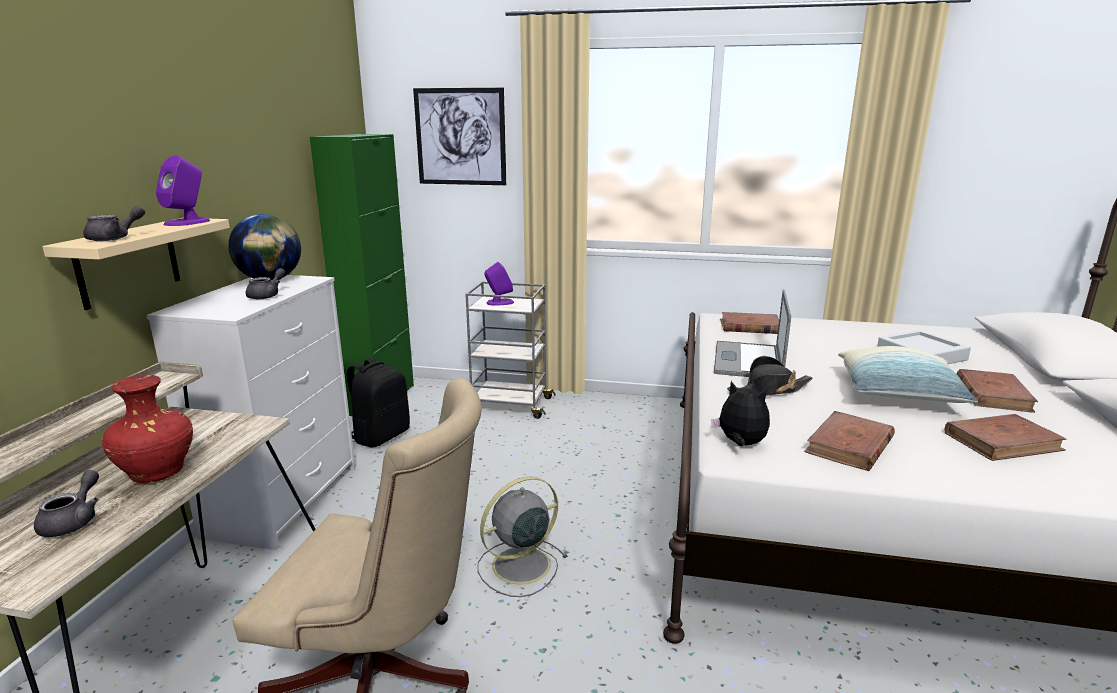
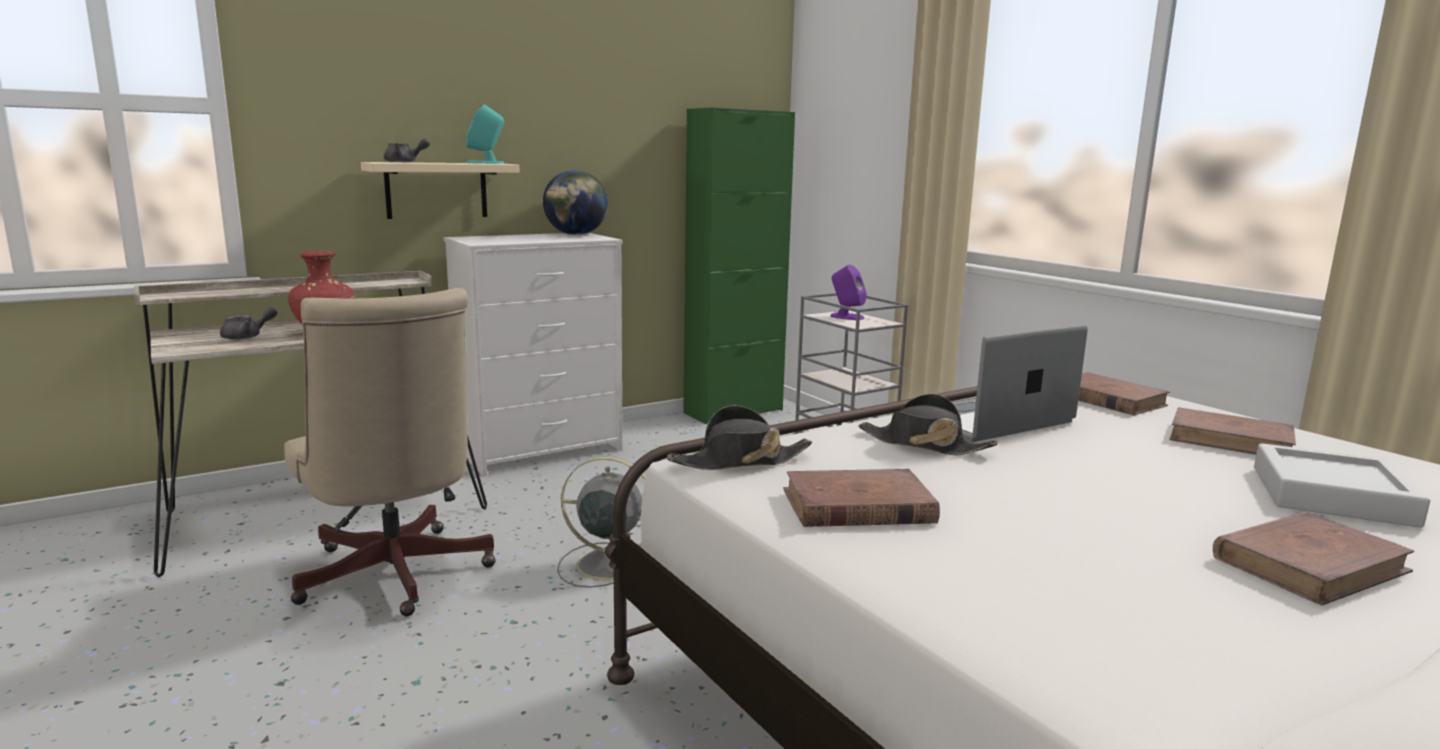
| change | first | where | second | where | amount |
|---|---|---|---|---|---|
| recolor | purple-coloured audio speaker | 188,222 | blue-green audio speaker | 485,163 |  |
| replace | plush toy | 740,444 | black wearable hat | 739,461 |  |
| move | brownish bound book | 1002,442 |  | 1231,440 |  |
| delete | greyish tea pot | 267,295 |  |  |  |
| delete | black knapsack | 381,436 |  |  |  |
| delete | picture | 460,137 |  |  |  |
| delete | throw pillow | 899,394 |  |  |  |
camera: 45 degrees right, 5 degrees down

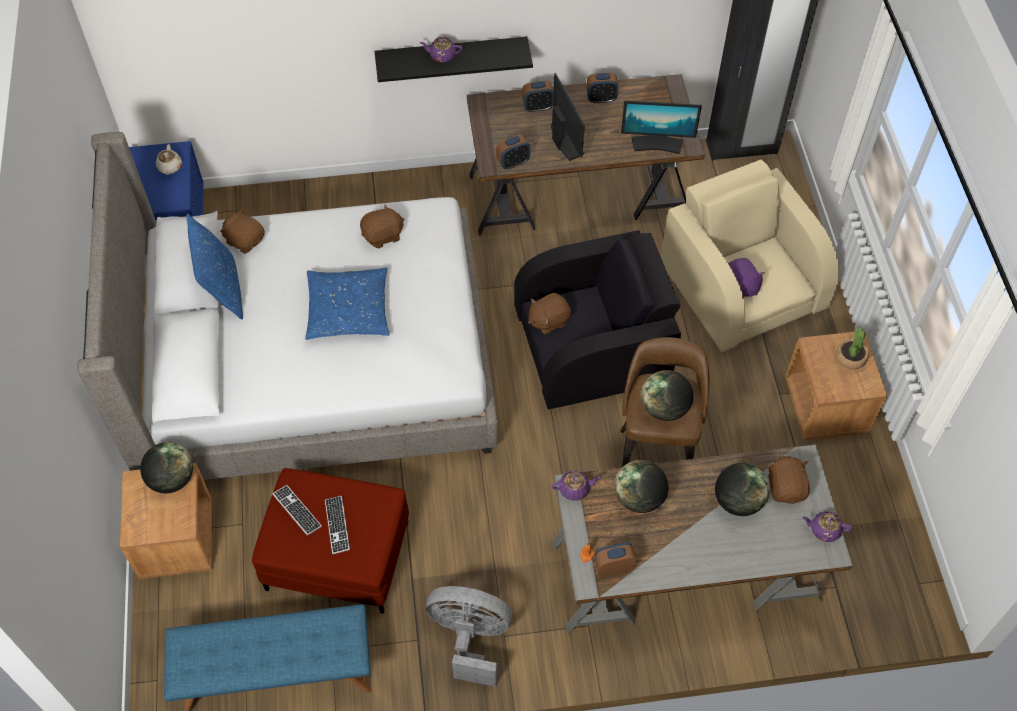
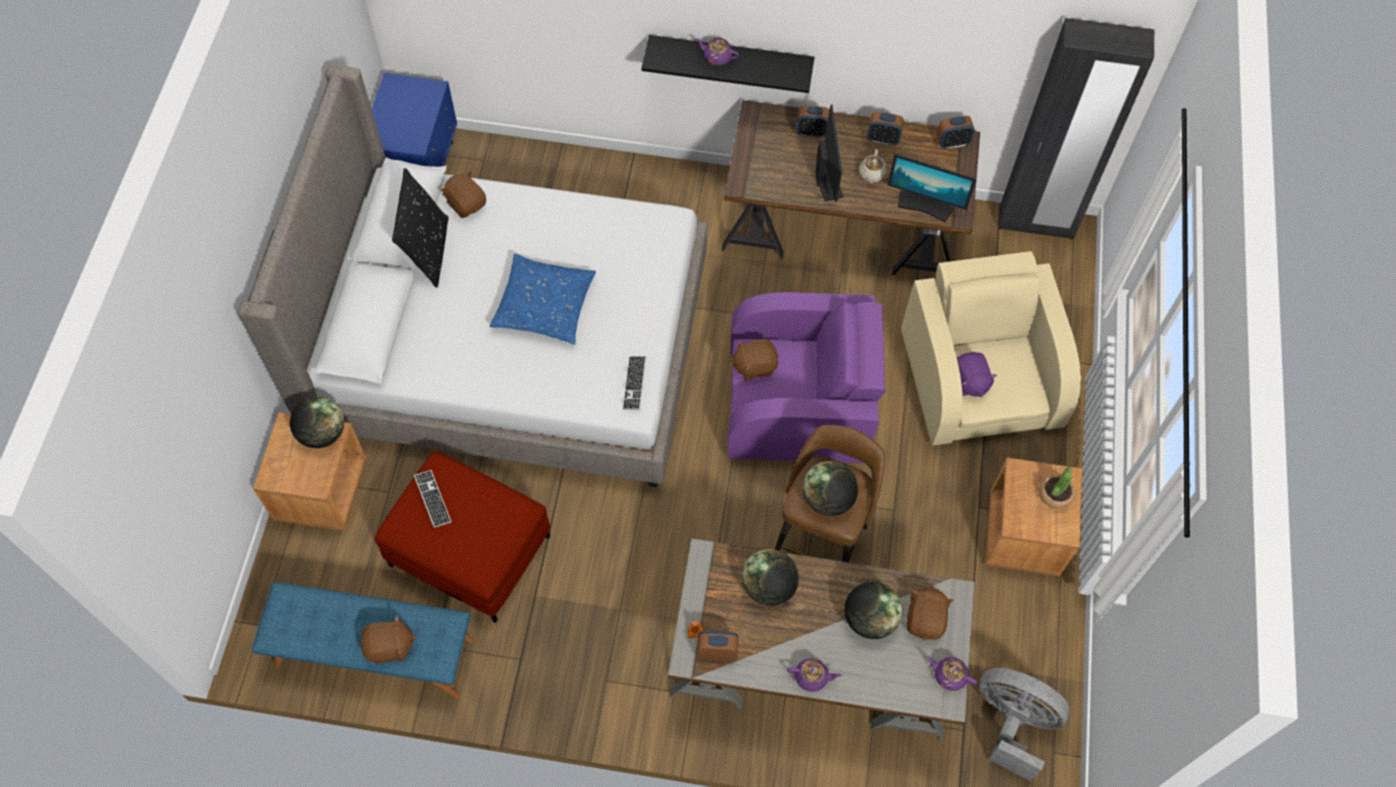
| change | first | where | second | where | amount |
|---|---|---|---|---|---|
| move | brownish plush toy | 383,236 |  | 389,647 |  |
| recolor | blue throw pillow | 222,290 | black throw pillow | 427,251 |  |
| move | PC keyboard | 337,525 |  | 634,383 |  |
| recolor | black lounge chair | 592,348 | purple-coloured lounge chair | 798,404 |  |
| move | purple-coloured tea pot | 575,489 |  | 812,677 |  |
| move | beige tea pot | 170,167 |  | 872,174 |  |
| move | bedside clock | 513,162 |  | 952,143 |  |
| move | greyish cooling fan | 470,638 |  | 1012,723 |  |
camera: 15 degrees right, 5 degrees up

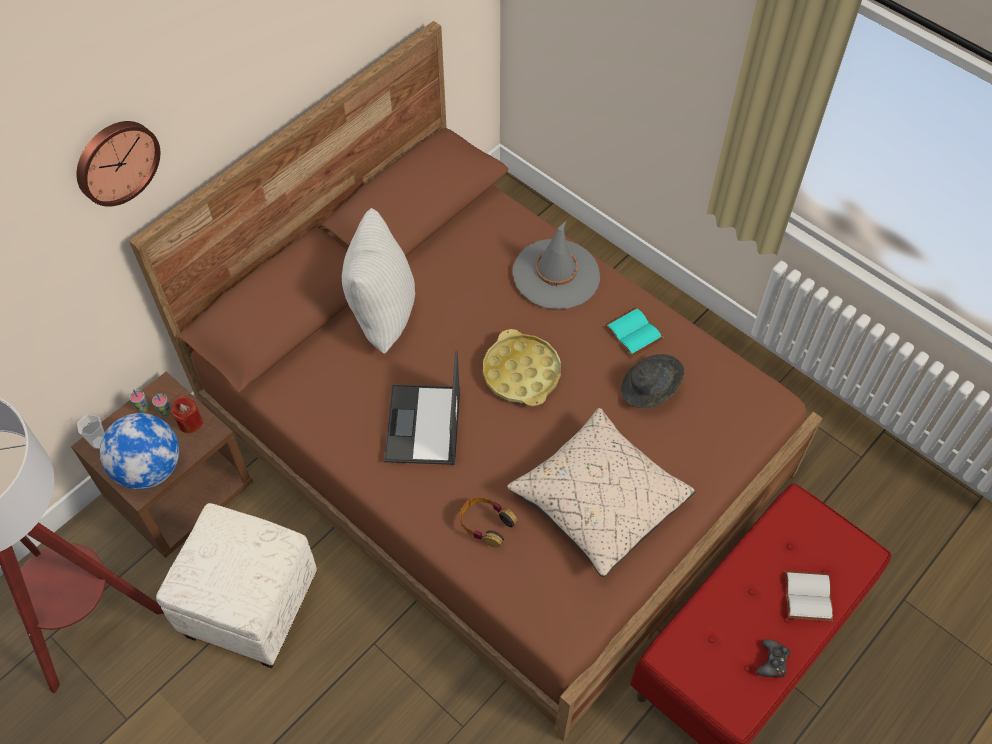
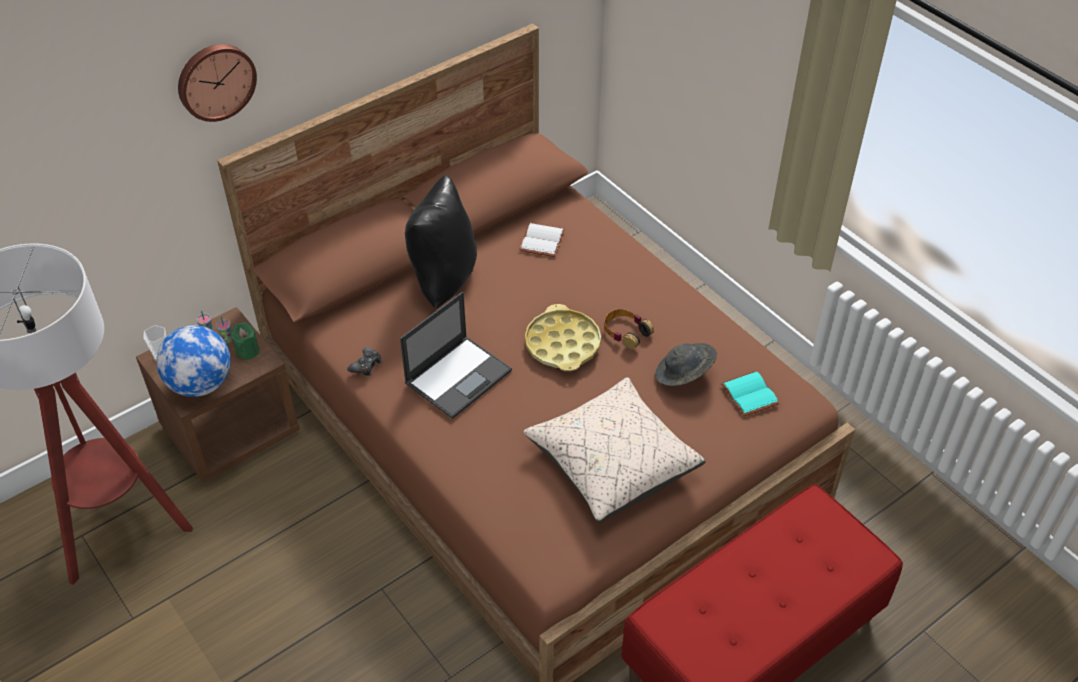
| change | first | where | second | where | amount |
|---|---|---|---|---|---|
| recolor | red wax candle | 190,422 | green-coloured wax candle | 247,351 |  |
| move | black joypad | 772,661 |  | 366,365 |  |
| rotate | notebook computer | 423,426 |  | 459,376 | 150 degrees counterclockwise |
| recolor | whitish throw pillow | 381,314 | black throw pillow | 442,279 |  |
| move | whitish bound book | 806,595 |  | 541,240 |  |
| move | headphones | 486,523 |  | 626,332 |  |
| move | blue-green bound book | 632,333 |  | 747,394 |  |
| delete | whitish footrest | 250,605 |  |  |  |
| delete | greyish wearable hat | 556,274 |  |  |  |
camera: 10 degrees right, 10 degrees down

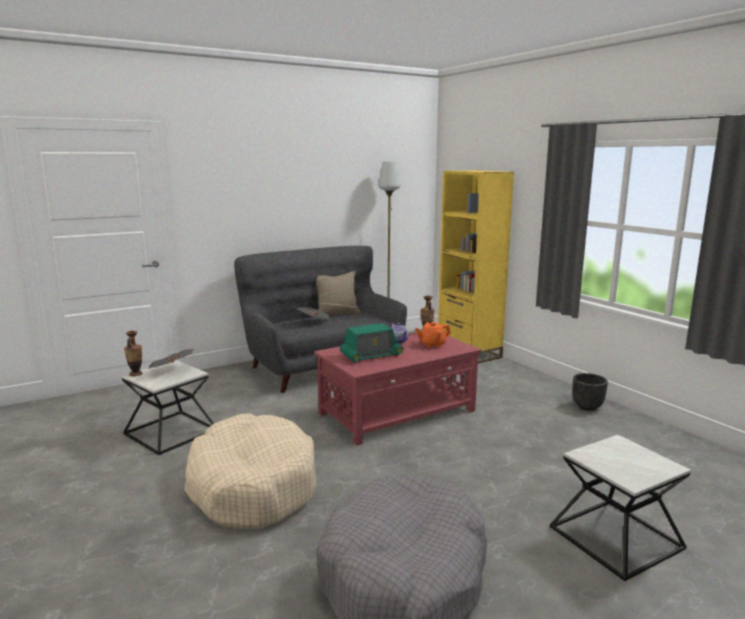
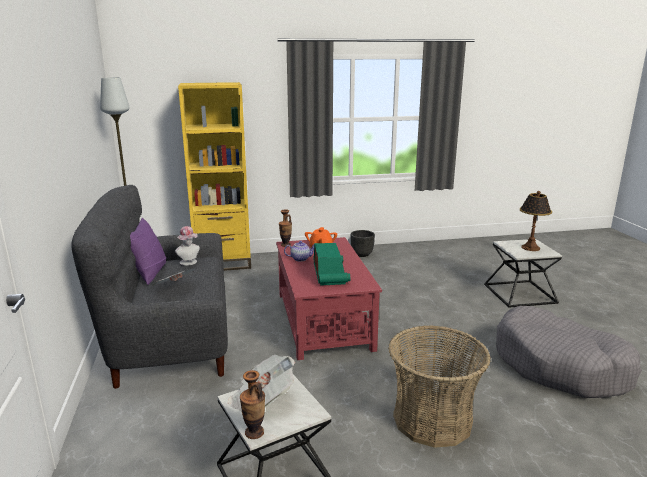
| change | first | where | second | where | amount |
|---|---|---|---|---|---|
| recolor | beige throw pillow | 337,313 | purple-coloured throw pillow | 149,273 |  |
| insert |  |  | wearable hat | 189,263 |  |
| replace | beige dog bed | 252,486 | storage basket | 432,419 |  |
| insert |  |  | table lamp | 530,247 |  |
camera: 70 degrees left, 5 degrees up

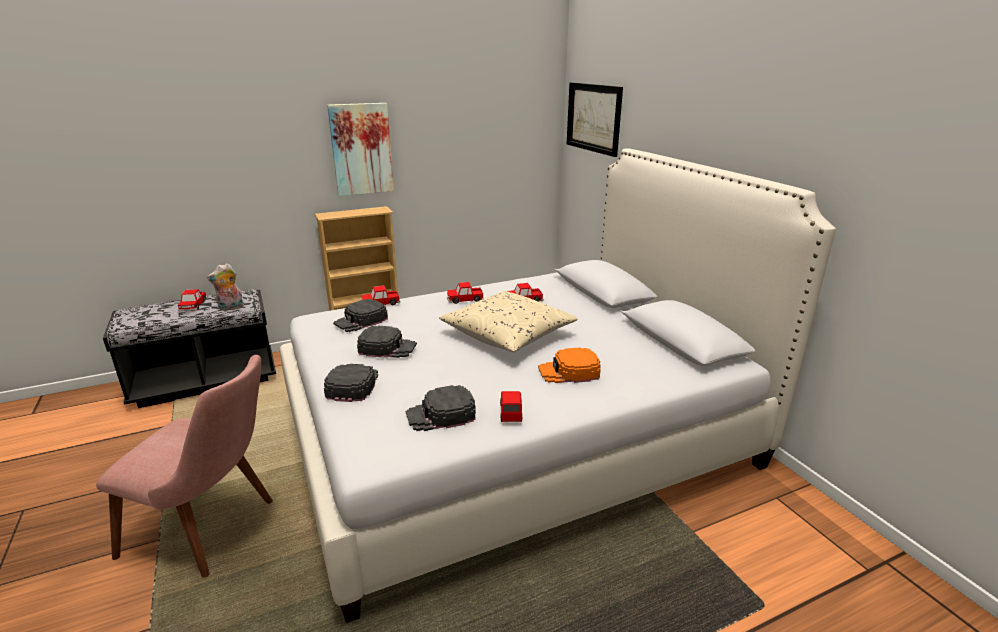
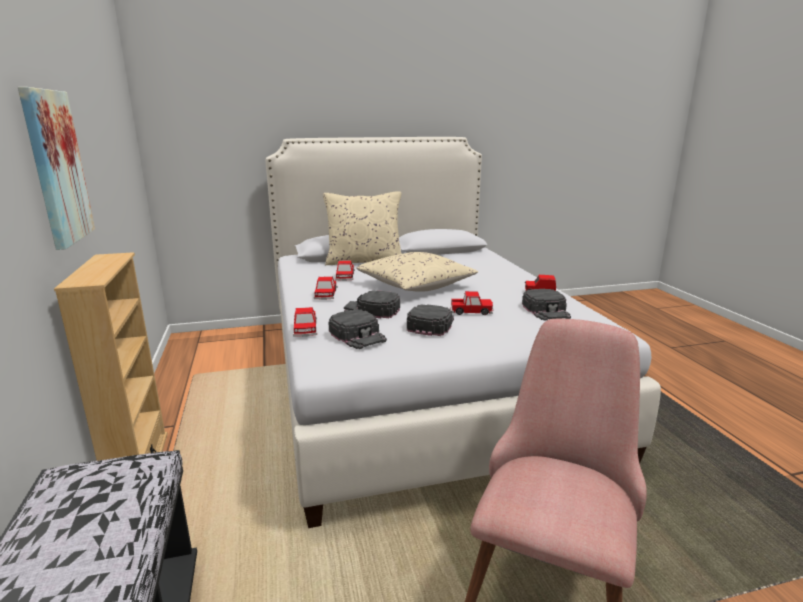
| change | first | where | second | where | amount |
|---|---|---|---|---|---|
| insert |  |  | beige throw pillow | 364,261 |  |
| move | black peaked cap | 353,385 |  | 372,310 |  |
| move | miniature car | 193,305 |  | 471,311 |  |
| delete | plush toy | 231,308 |  |  |  |
| delete | orange peaked cap | 569,372 |  |  |  |
| delete | picture | 593,118 |  |  |  |
camera: 80 degrees left, 5 degrees down

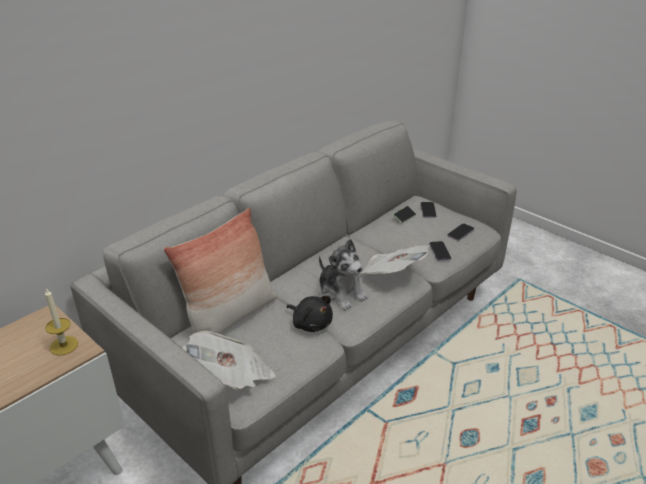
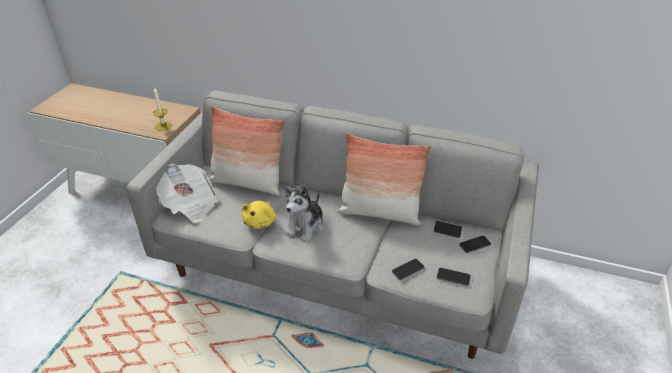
| change | first | where | second | where | amount |
|---|---|---|---|---|---|
| recolor | black plush toy | 311,323 | yellowish plush toy | 260,222 |  |
| insert |  |  | throw pillow | 379,212 |  |
| delete | daily paper | 392,274 |  |  |  |
camera: 65 degrees right, 5 degrees up

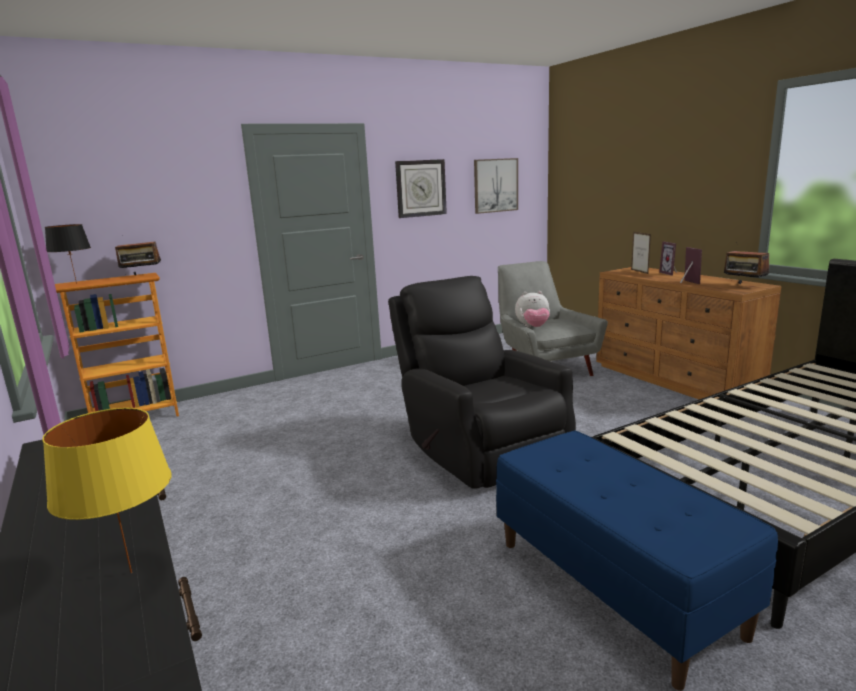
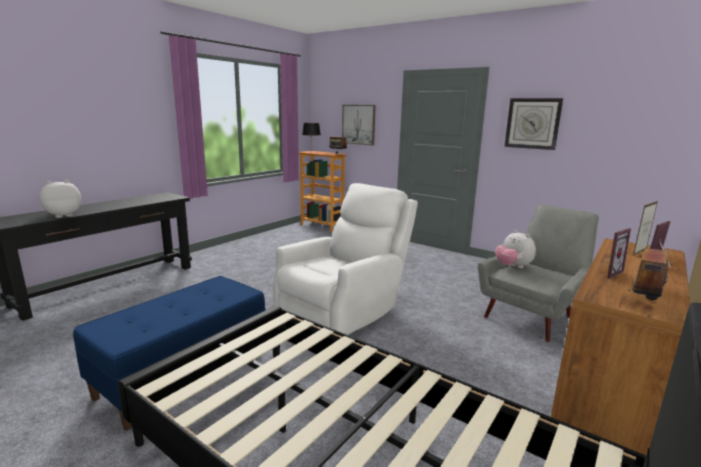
| change | first | where | second | where | amount |
|---|---|---|---|---|---|
| replace | yellowish table lamp | 132,572 | plush toy | 63,215 |  |
| recolor | black lounge chair | 479,447 | whitish lounge chair | 344,309 |  |
| move | picture | 495,185 |  | 359,124 |  |
camera: 65 degrees right, 0 degrees up

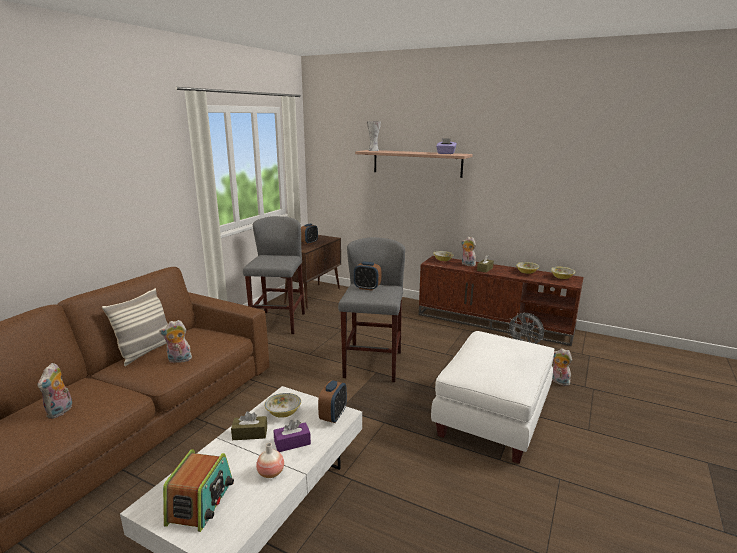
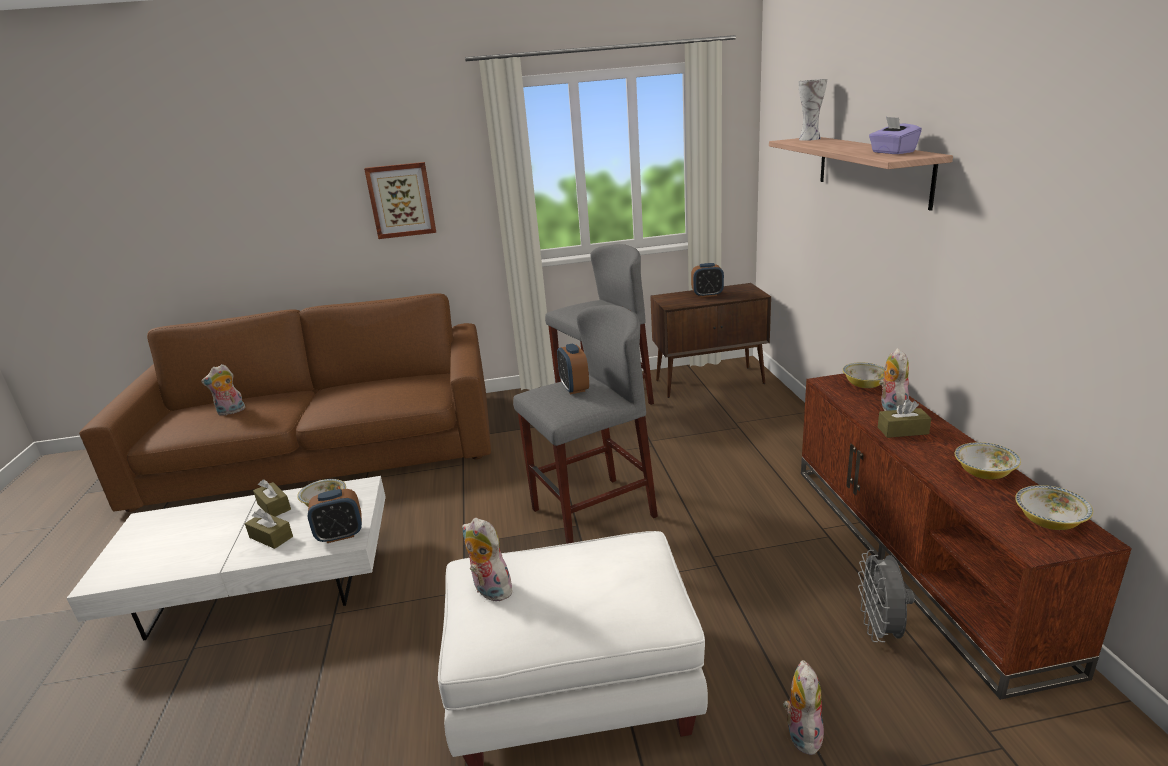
| change | first | where | second | where | amount |
|---|---|---|---|---|---|
| recolor | purple-coloured tissue box | 292,443 | brownish tissue box | 271,537 |  |
| insert |  |  | picture | 401,200 |  |
| move | plush toy | 179,360 |  | 489,590 |  |
| delete | throw pillow | 146,351 |  |  |  |
| delete | radio | 201,502 |  |  |  |
| delete | flower vase | 271,473 |  |  |  |
camera: 55 degrees right, 5 degrees up

